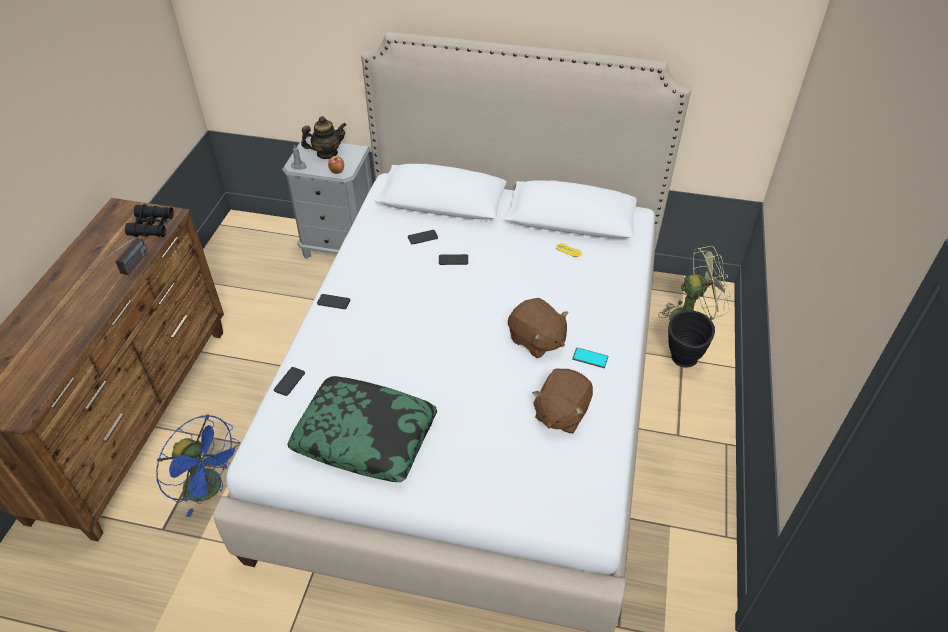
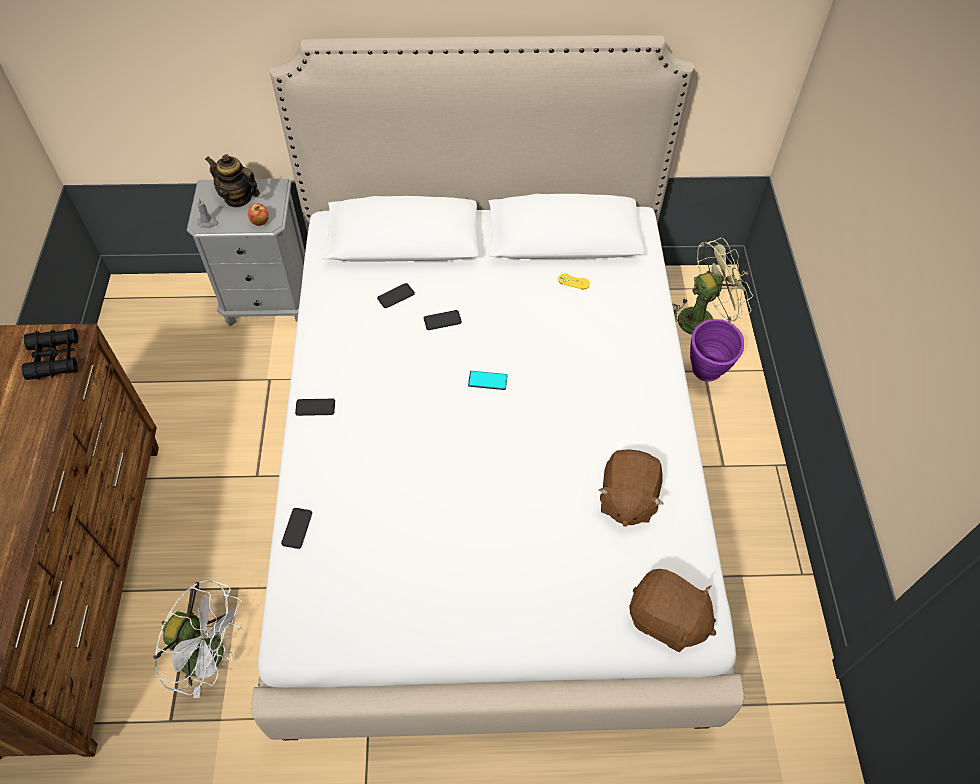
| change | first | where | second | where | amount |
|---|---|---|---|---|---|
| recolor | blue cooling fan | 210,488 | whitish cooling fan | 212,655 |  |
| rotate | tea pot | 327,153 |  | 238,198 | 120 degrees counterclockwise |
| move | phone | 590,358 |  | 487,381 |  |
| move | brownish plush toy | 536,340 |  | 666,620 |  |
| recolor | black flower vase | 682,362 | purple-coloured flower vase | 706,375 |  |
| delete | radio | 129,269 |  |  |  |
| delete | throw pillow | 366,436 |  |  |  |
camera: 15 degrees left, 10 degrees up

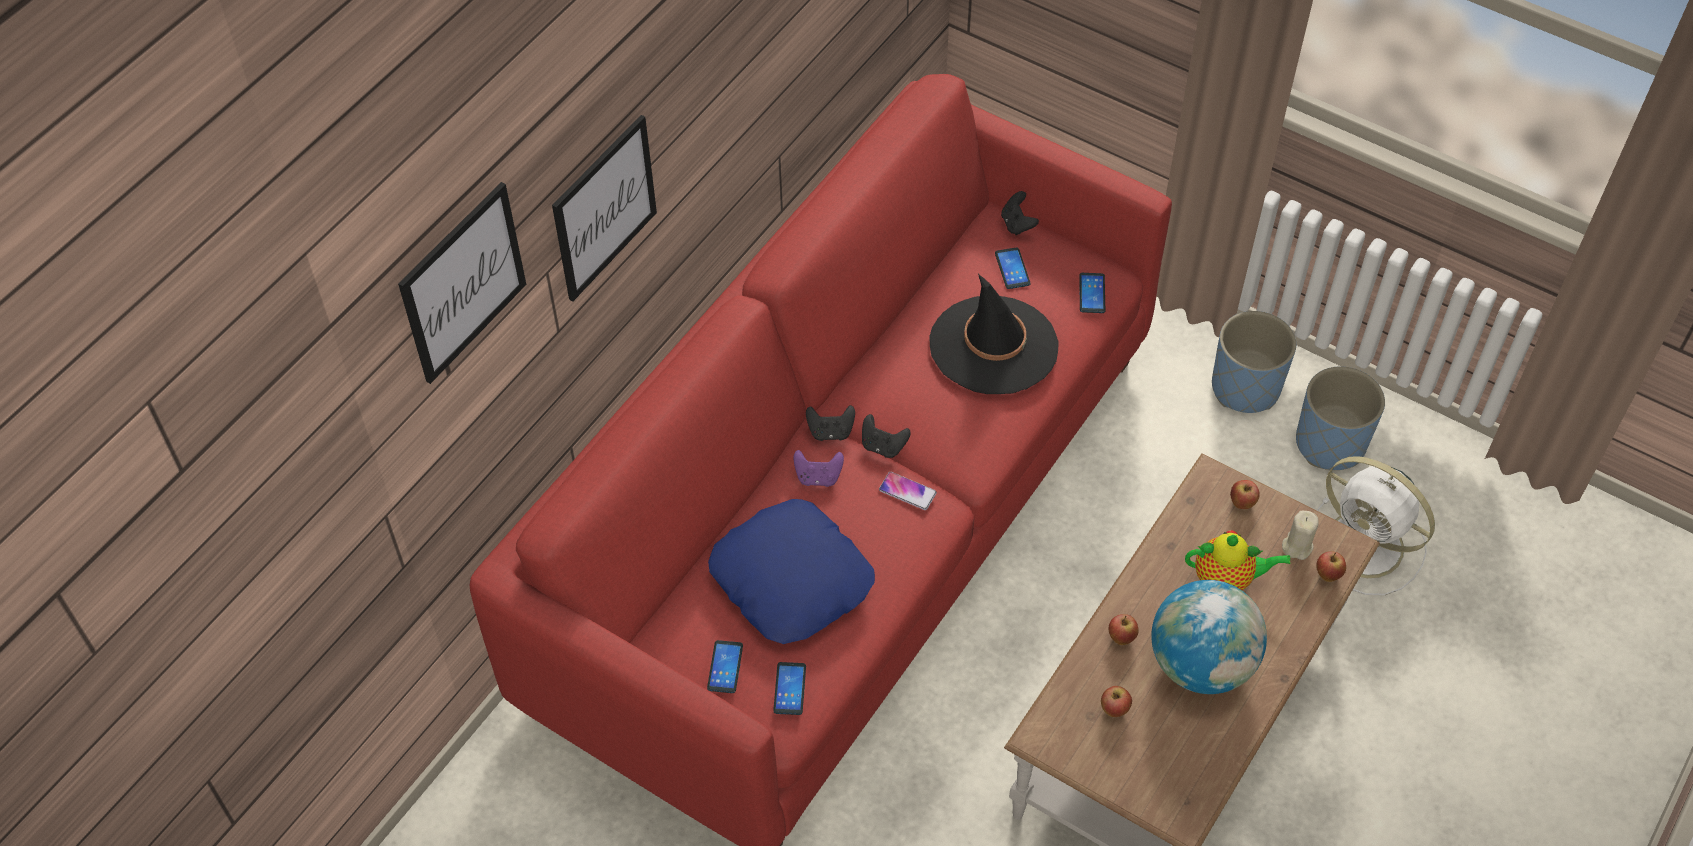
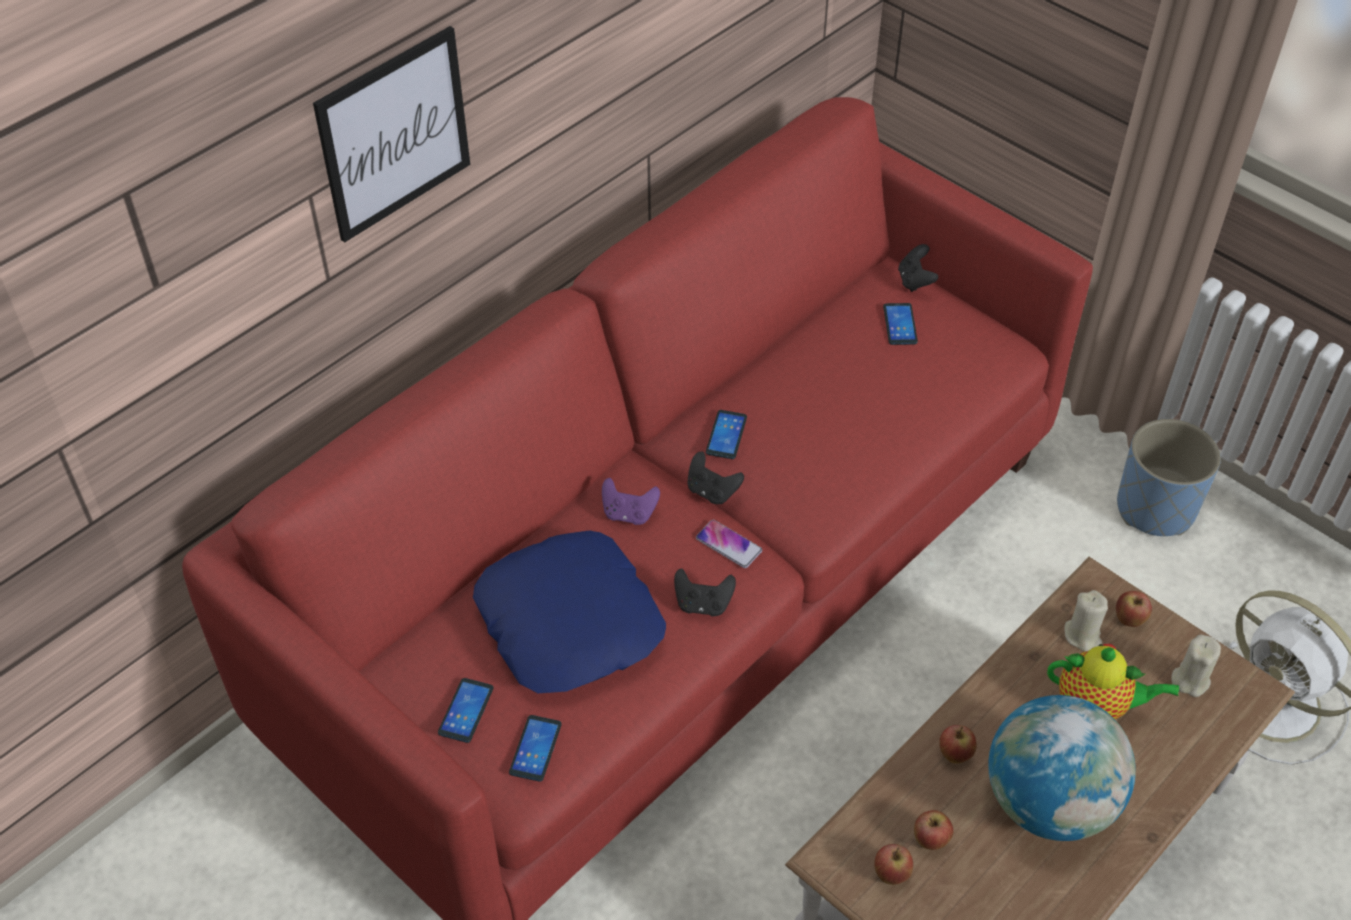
| change | first | where | second | where | amount |
|---|---|---|---|---|---|
| move | black joypad | 830,432 |  | 703,604 |  |
| move | phone | 1092,293 |  | 726,435 |  |
| move | apple | 1327,575 |  | 891,874 |  |
| insert |  |  | beige wax candle | 1082,635 |  |
| delete | picture | 463,282 |  |  |  |
| delete | black wearable hat | 993,345 |  |  |  |
| delete | blue flower pot | 1330,444 |  |  |  |
camera: 10 degrees right, 5 degrees down

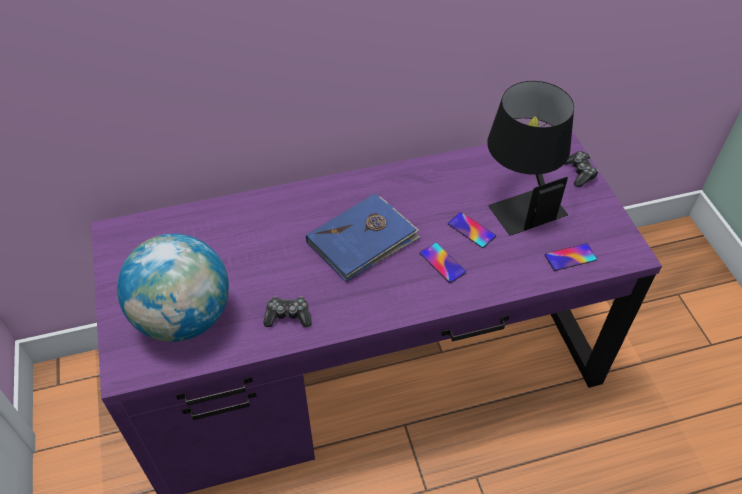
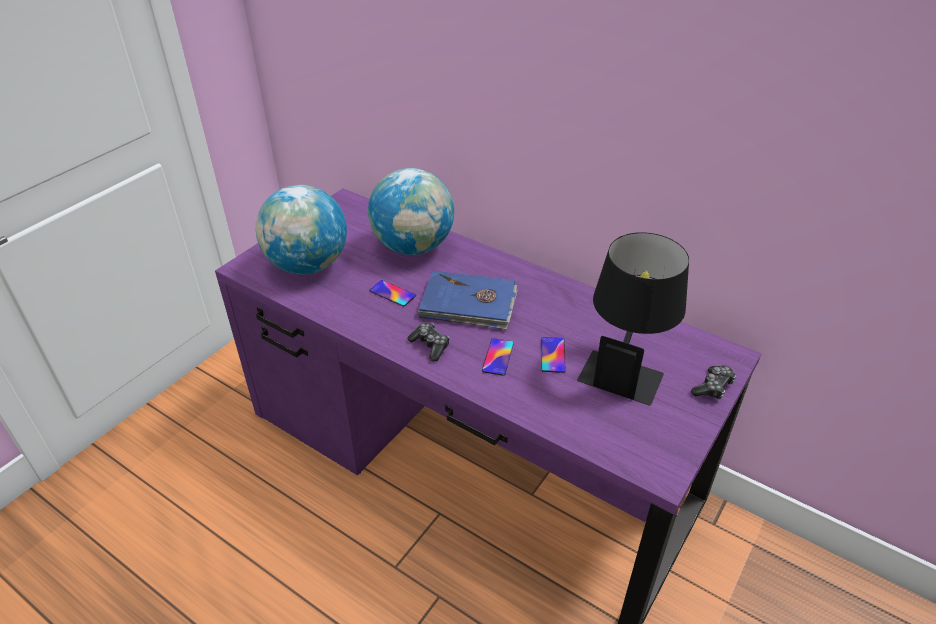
| change | first | where | second | where | amount |
|---|---|---|---|---|---|
| insert |  |  | desk globe | 413,247 |  |
| move | phone | 570,257 |  | 392,293 |  |
| move | joypad | 288,316 |  | 430,345 |  |
camera: 50 degrees right, 10 degrees down

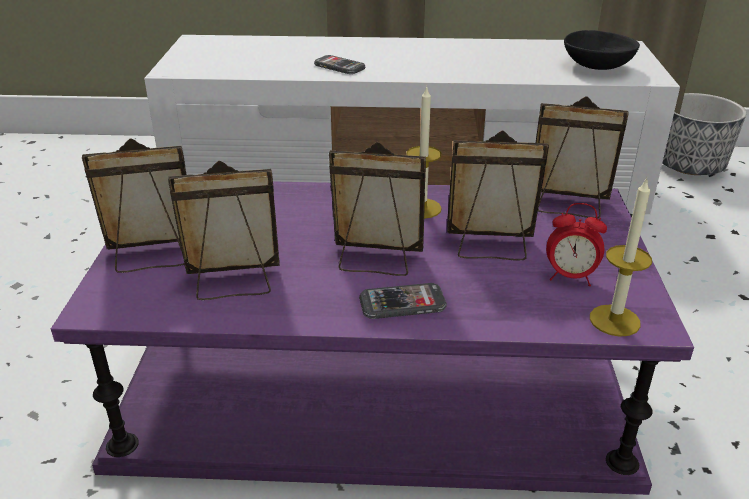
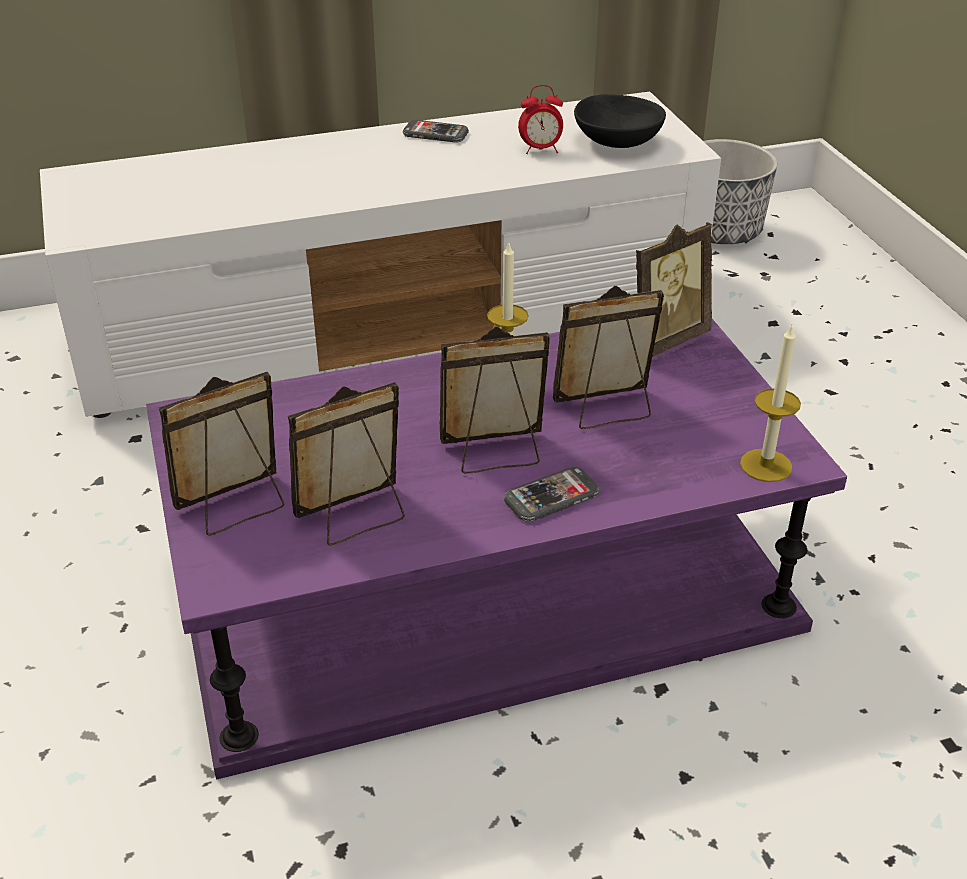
| change | first | where | second | where | amount |
|---|---|---|---|---|---|
| move | phone | 339,67 |  | 435,134 |  |
| move | bedside clock | 570,277 |  | 540,150 |  |
| rotate | photo frame | 568,206 |  | 661,340 | 150 degrees clockwise |
camera: 20 degrees left, 5 degrees up

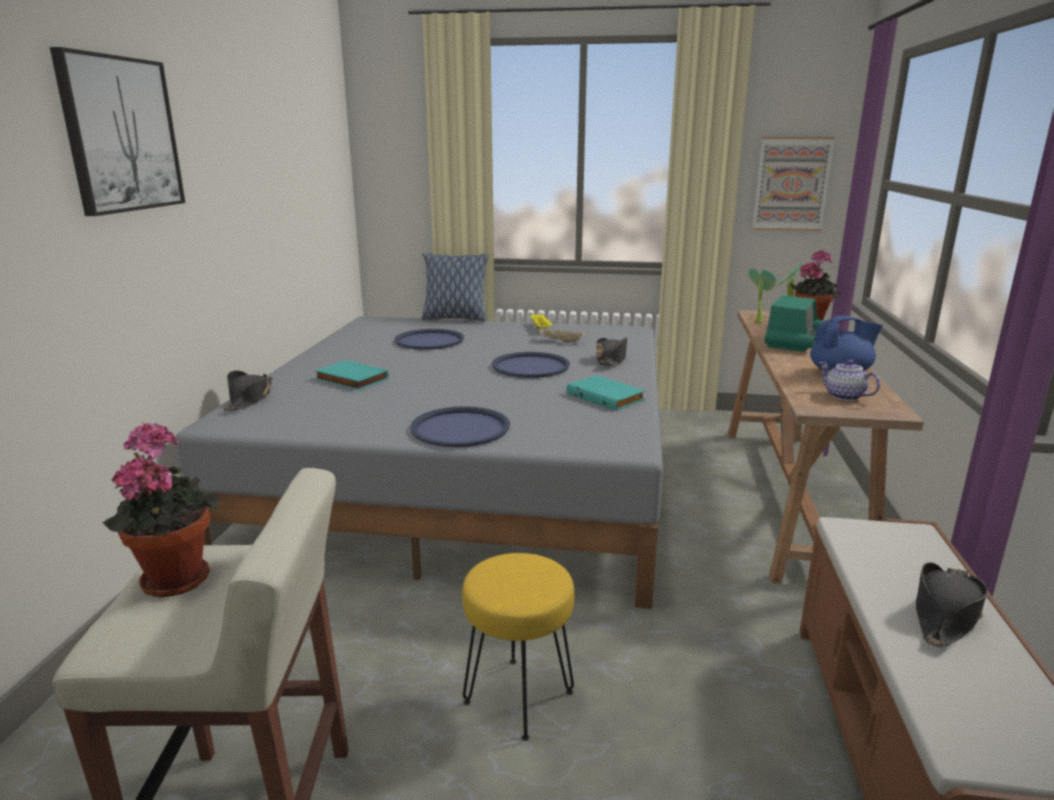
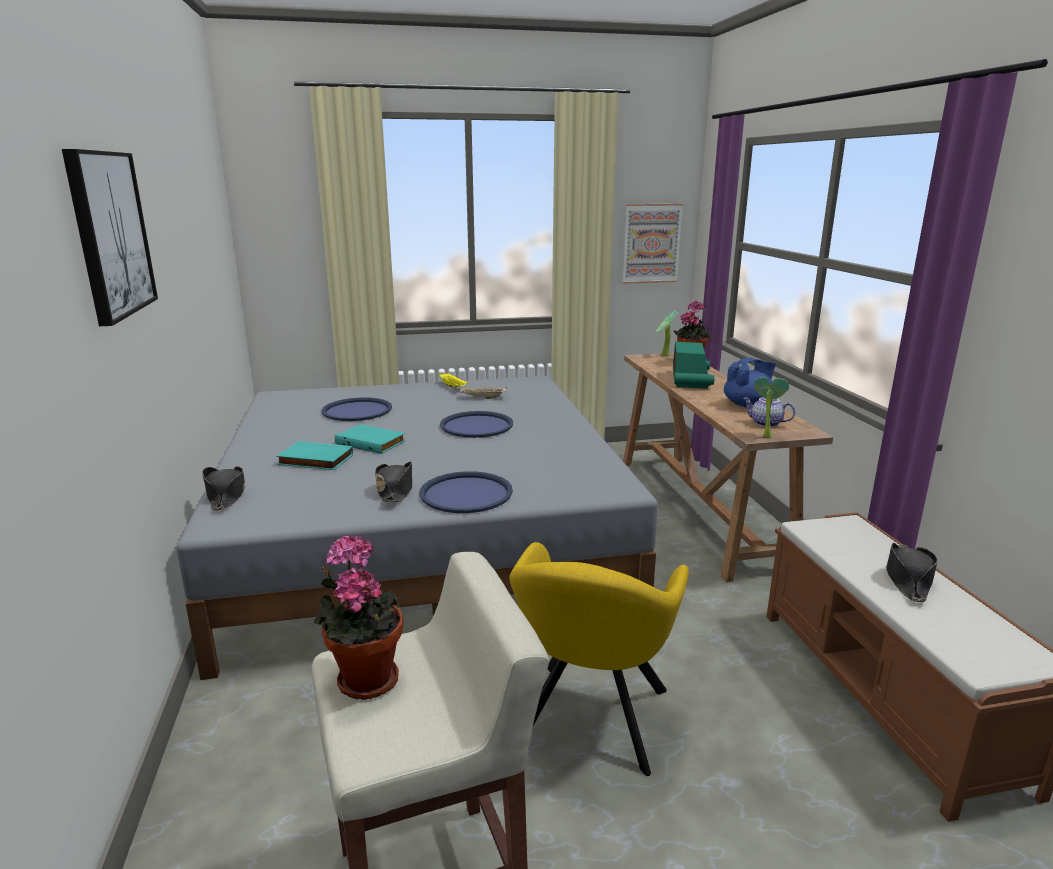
| change | first | where | second | where | amount |
|---|---|---|---|---|---|
| move | blue-green bound book | 606,396 |  | 371,442 |  |
| move | black wearable hat | 611,359 |  | 395,490 |  |
| replace | yellowish sitting stool | 517,697 | yellowish lounge chair | 590,722 |  |
| move | potted plant | 758,321 |  | 765,436 |  |
| delete | throw pillow | 454,318 |  |  |  |
camera: 20 degrees left, 0 degrees up

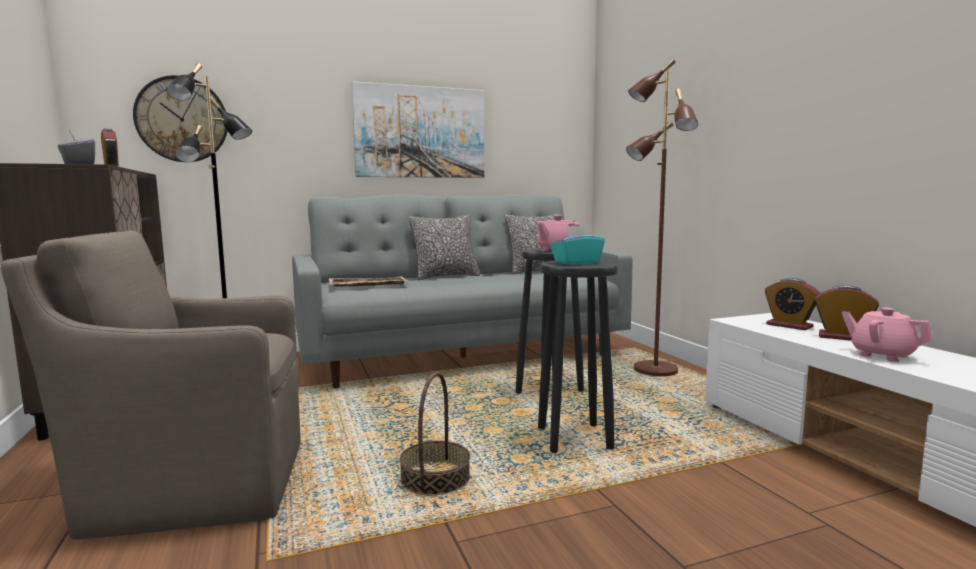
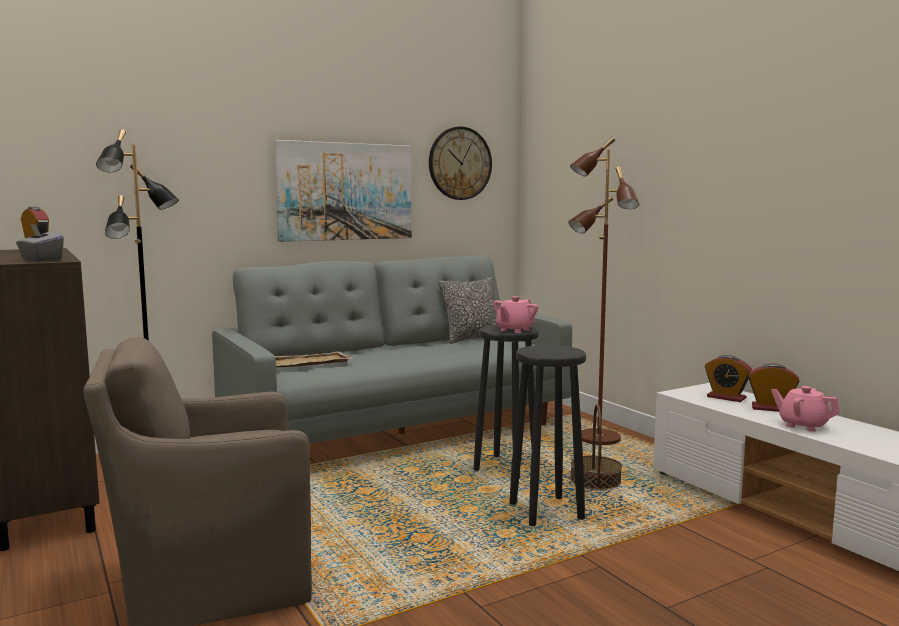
| change | first | where | second | where | amount |
|---|---|---|---|---|---|
| move | wall clock | 182,119 |  | 460,163 |  |
| move | storage basket | 435,478 |  | 595,481 |  |
| delete | throw pillow | 445,276 |  |  |  |
| delete | blue-green tissue box | 576,263 |  |  |  |
camera: 10 degrees left, 0 degrees up

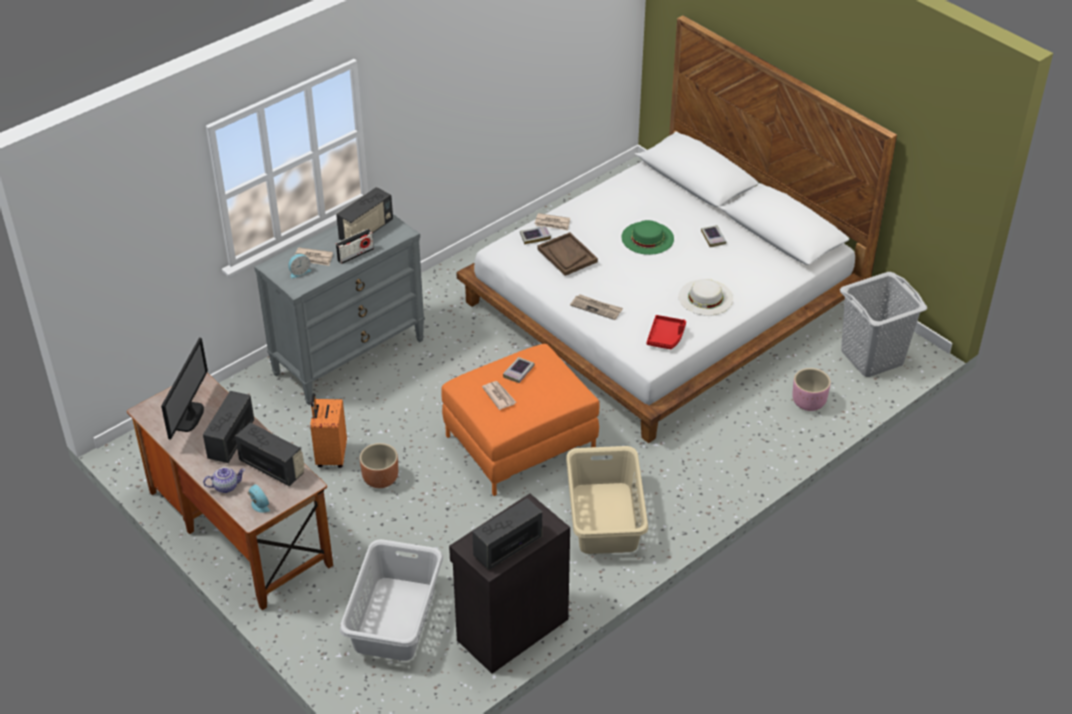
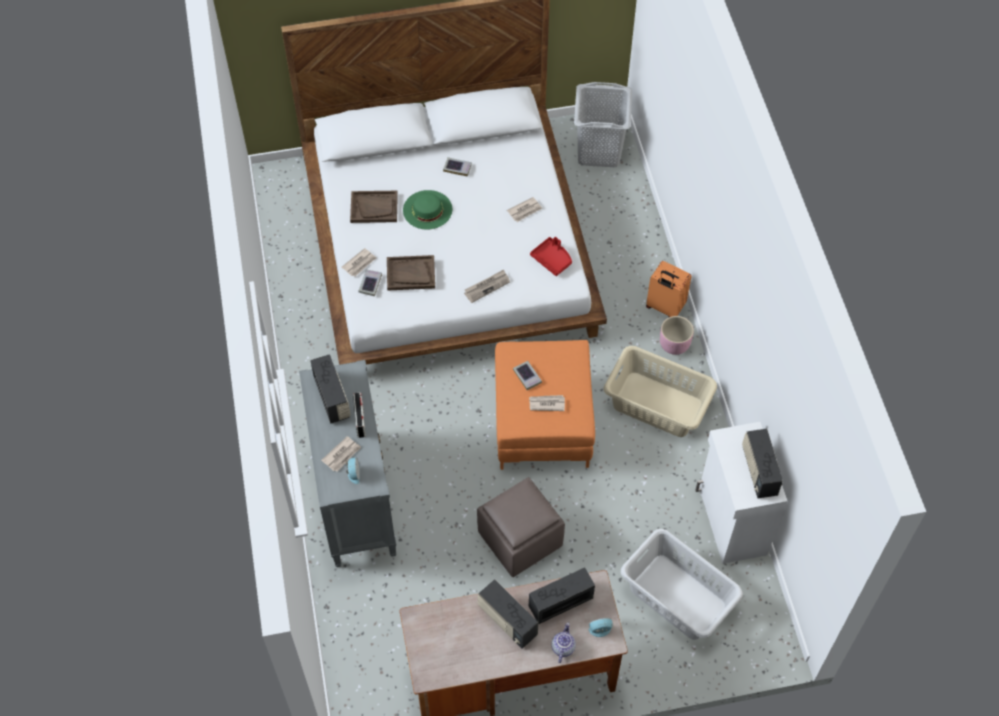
| change | first | where | second | where | amount |
|---|---|---|---|---|---|
| insert |  |  | brownish carrying tray | 374,207 |  |
| replace | brownish flower pot | 380,479 | brownish footrest | 520,540 |  |
| replace | whitish wearable hat | 705,297 | daily paper | 525,210 |  |
| move | orange piece of luggage | 330,456 |  | 664,307 |  |
| move | pink-coloured flower pot | 808,403 |  | 674,345 |  |
| recolor | black cabinet | 511,629 | whitish cabinet | 731,521 |  |
| delete | computer screen | 191,417 |  |  |  |
camera: 60 degrees left, 15 degrees up

